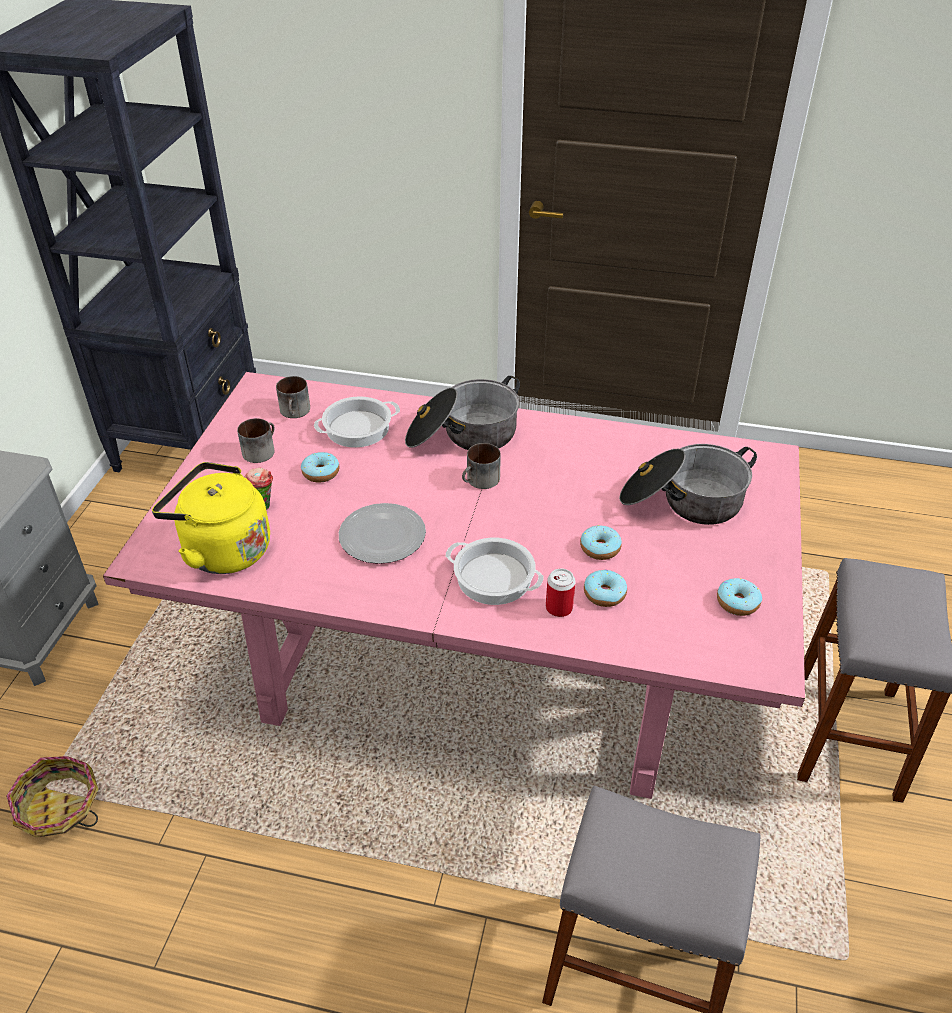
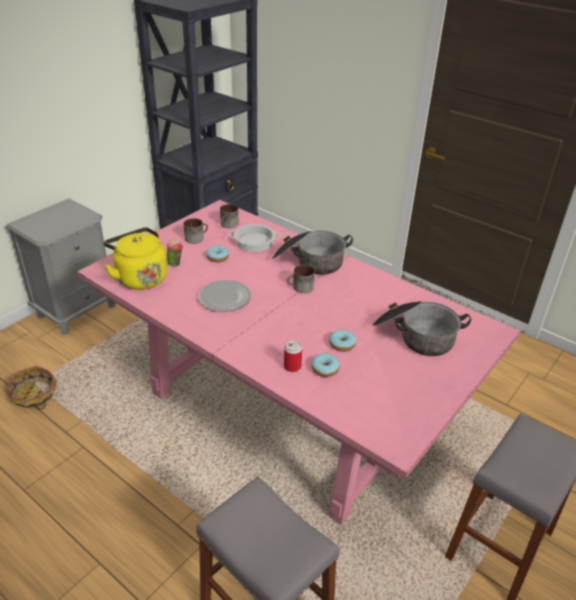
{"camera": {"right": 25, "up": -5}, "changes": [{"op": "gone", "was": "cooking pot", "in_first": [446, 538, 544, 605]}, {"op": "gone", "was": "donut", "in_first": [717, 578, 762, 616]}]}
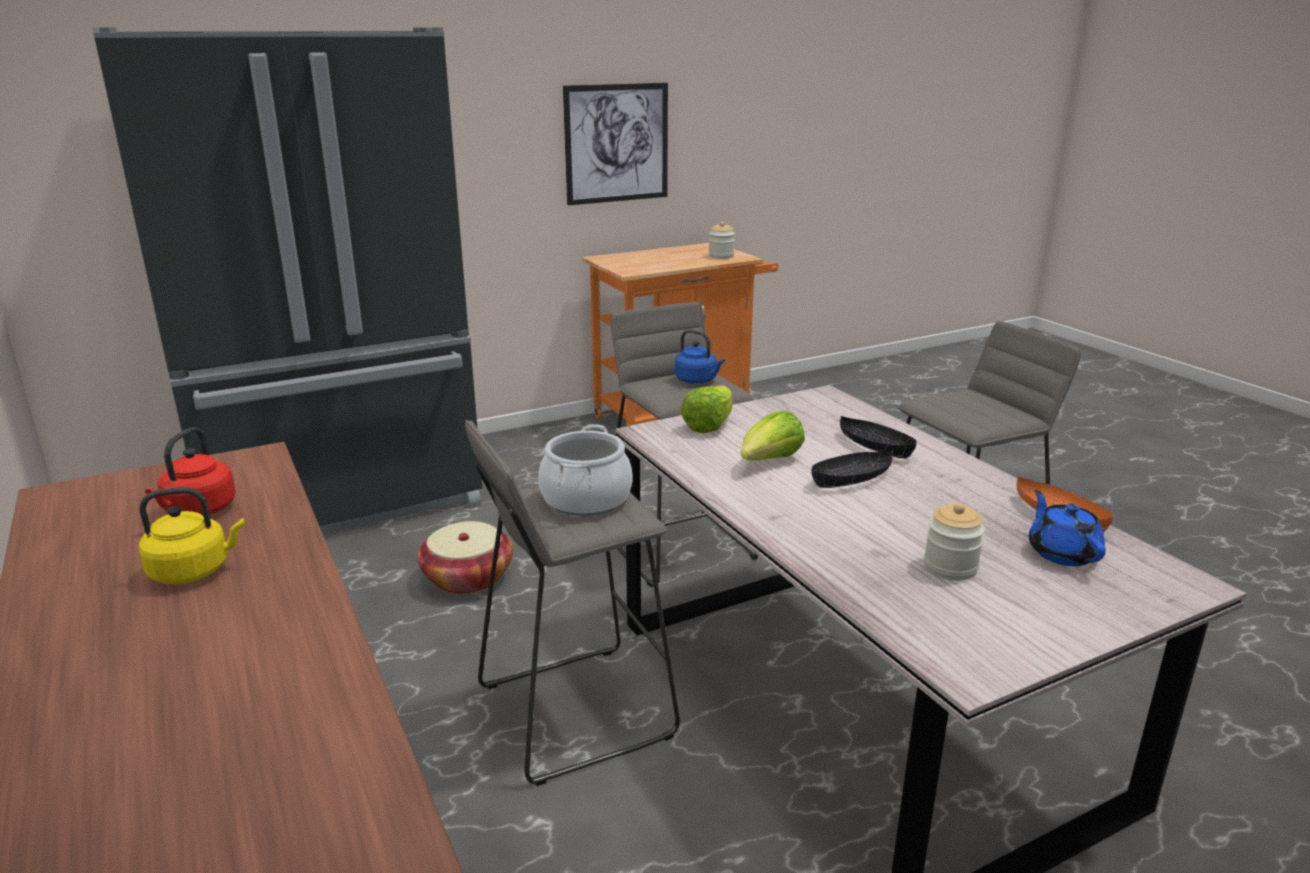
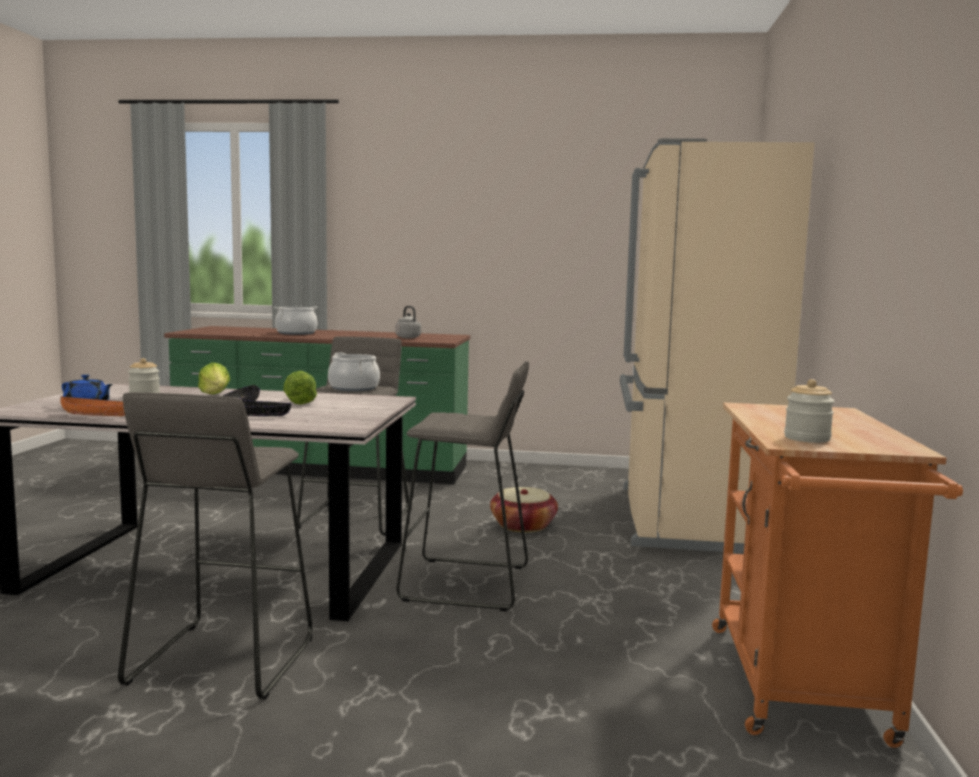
{"camera": {"right": 125, "up": -15}, "changes": [{"op": "repainted", "was": "fridge in black", "now": "fridge in beige", "in_first": [93, 28, 482, 534], "in_second": [620, 138, 815, 553]}, {"op": "gone", "was": "kettle in yellow", "in_first": [139, 487, 245, 584]}, {"op": "repainted", "was": "kettle in red", "now": "kettle in grey", "in_first": [145, 427, 236, 516], "in_second": [395, 306, 421, 338]}, {"op": "gone", "was": "picture", "in_first": [563, 83, 668, 205]}, {"op": "gone", "was": "kettle in blue", "in_first": [675, 329, 725, 384]}, {"op": "shifted", "was": "lettuce", "in_first": [680, 385, 732, 433], "in_second": [198, 362, 230, 394]}, {"op": "new", "now": "cooking pot", "in_second": [274, 306, 318, 335]}]}
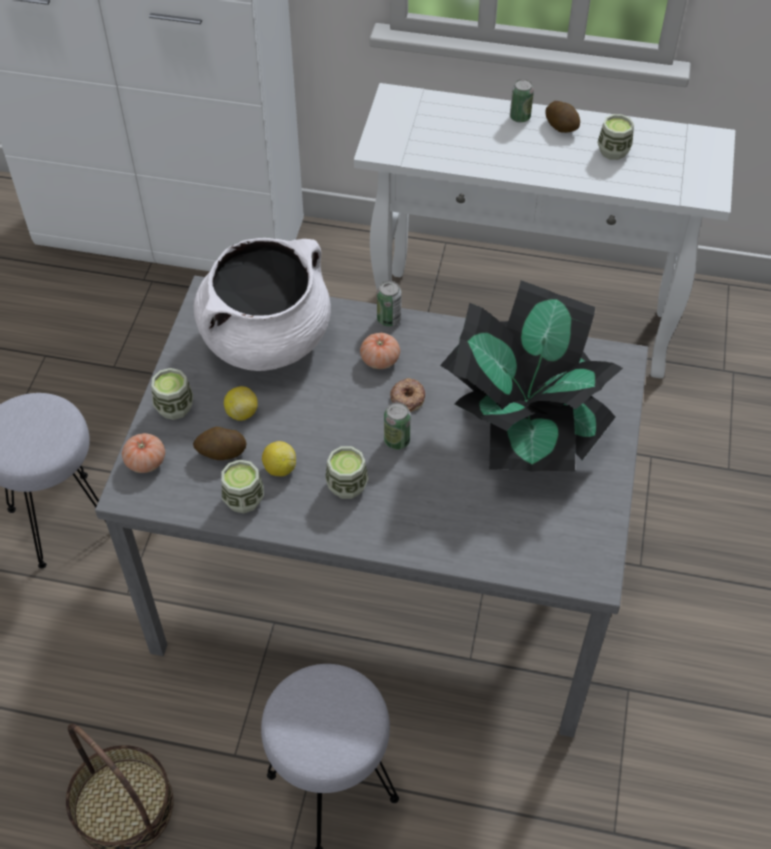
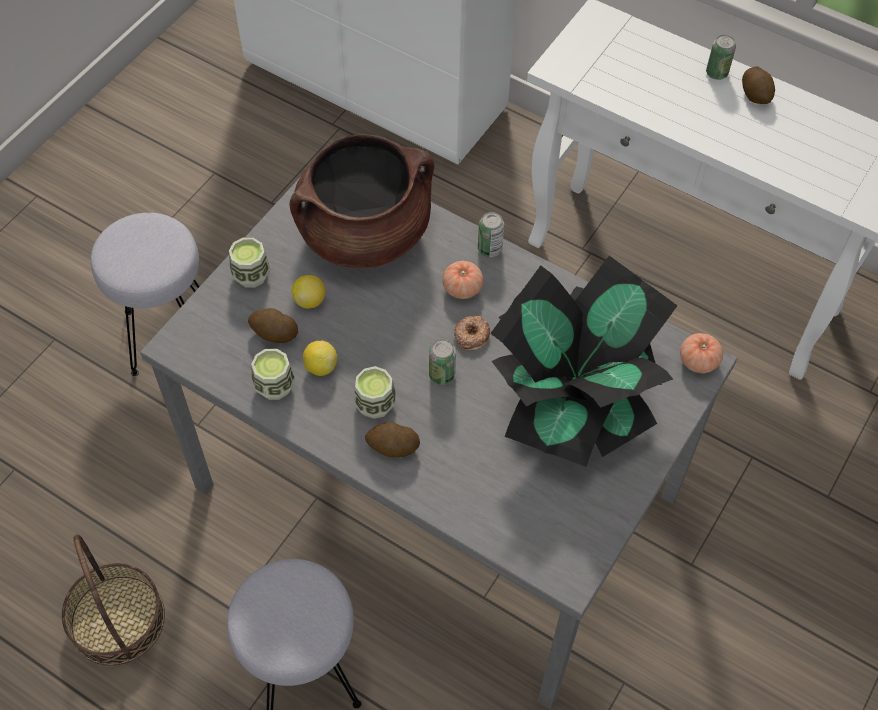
{"camera": {"right": 20, "up": 5}, "changes": [{"op": "shifted", "was": "tomato", "in_first": [122, 433, 165, 473], "in_second": [680, 333, 723, 373]}, {"op": "repainted", "was": "cooking pot in white", "now": "cooking pot in brown", "in_first": [194, 238, 331, 371], "in_second": [289, 134, 434, 268]}, {"op": "gone", "was": "cup", "in_first": [597, 114, 634, 160]}, {"op": "new", "now": "potato", "in_second": [365, 422, 420, 457]}]}
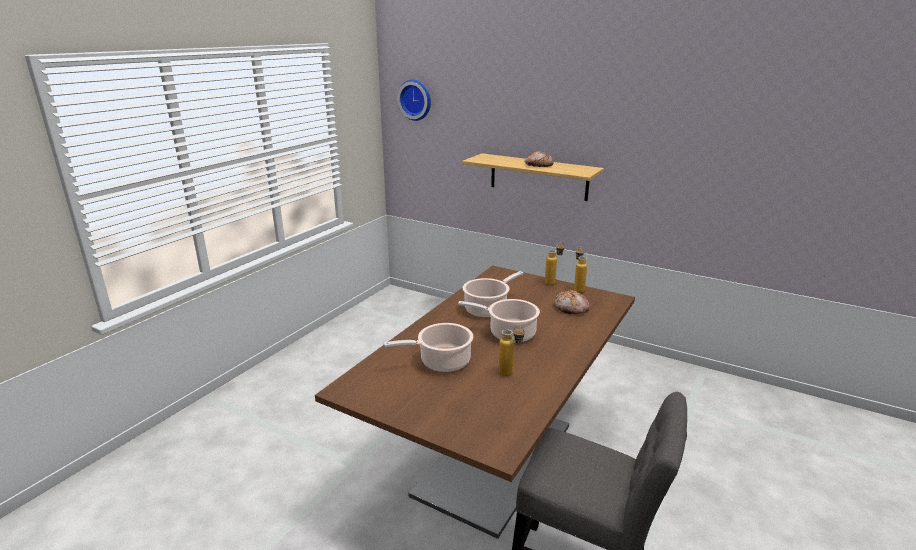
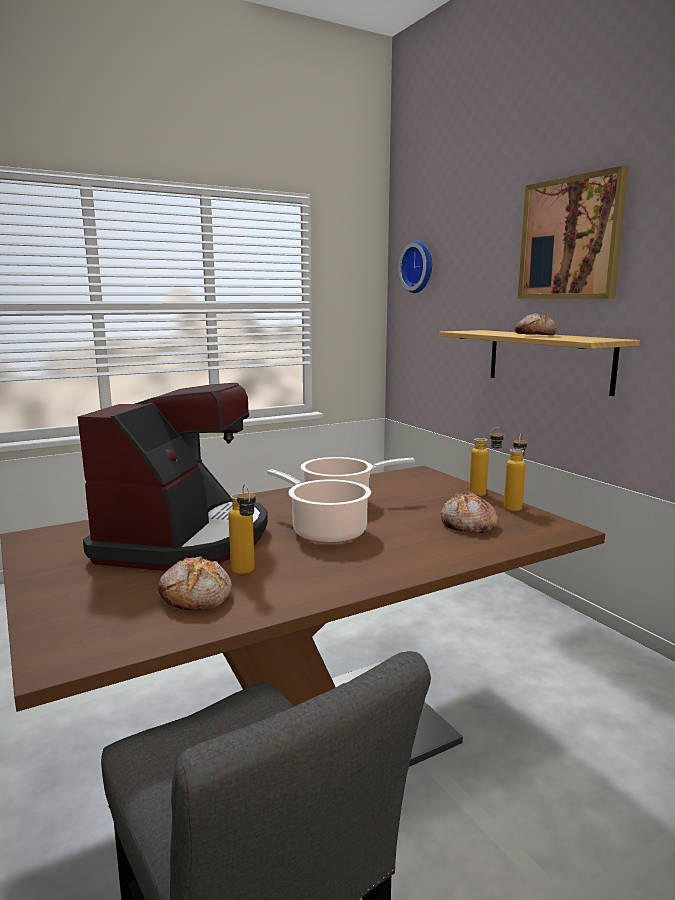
{"camera": {"right": 30, "up": -10}, "changes": [{"op": "swapped", "was": "cooking pot", "now": "coffee machine", "in_first": [384, 323, 473, 372], "in_second": [78, 383, 268, 571]}, {"op": "new", "now": "bread", "in_second": [158, 557, 232, 611]}, {"op": "new", "now": "picture", "in_second": [518, 166, 629, 299]}]}
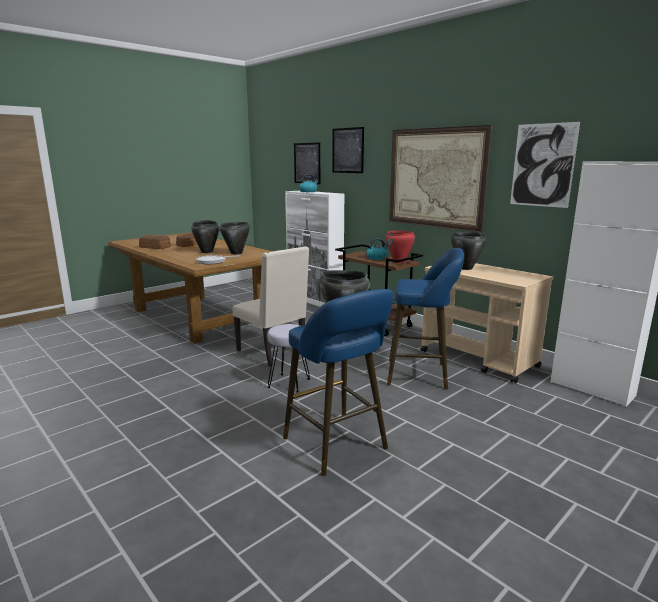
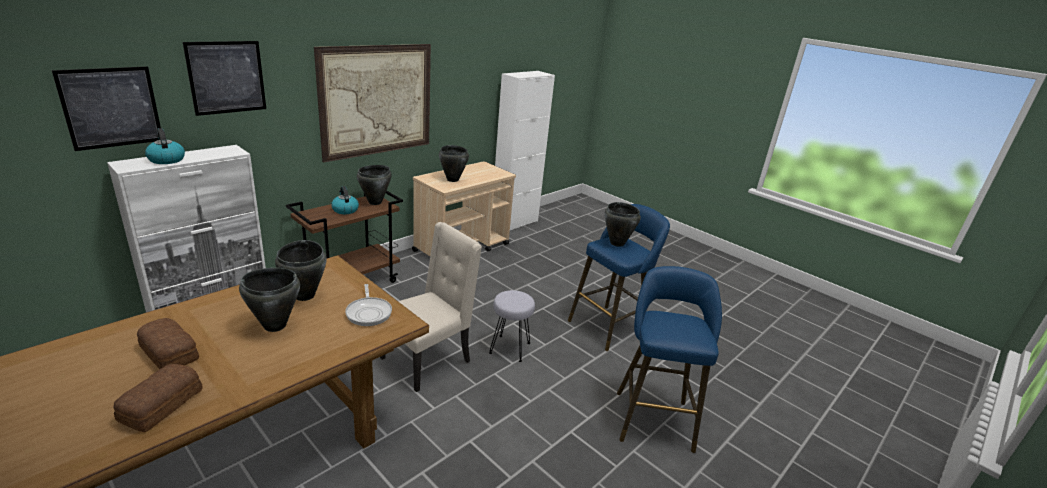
{"camera": {"right": -95, "up": 10}, "changes": [{"op": "repainted", "was": "cooking pot in red", "now": "cooking pot in black", "in_first": [386, 230, 415, 263], "in_second": [357, 165, 392, 205]}, {"op": "shifted", "was": "stool in blue", "in_first": [387, 248, 464, 390], "in_second": [617, 266, 722, 453]}, {"op": "gone", "was": "picture", "in_first": [510, 122, 580, 208]}]}
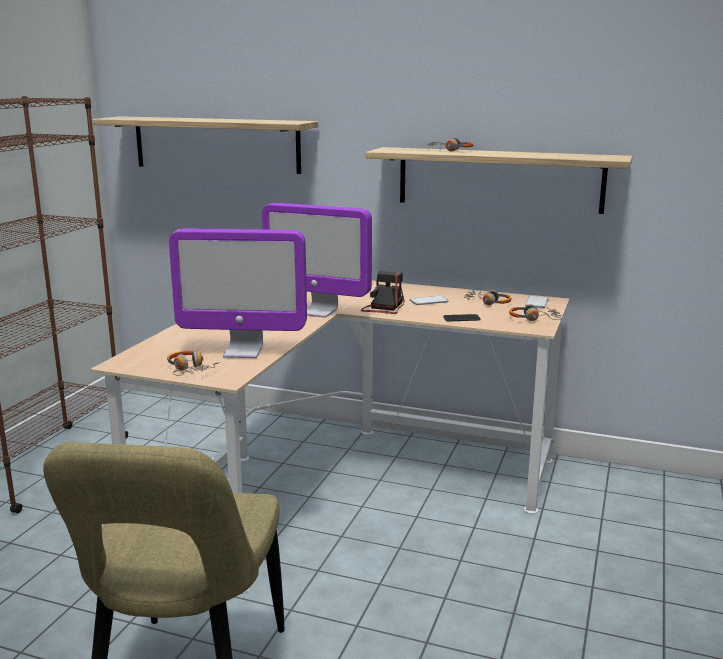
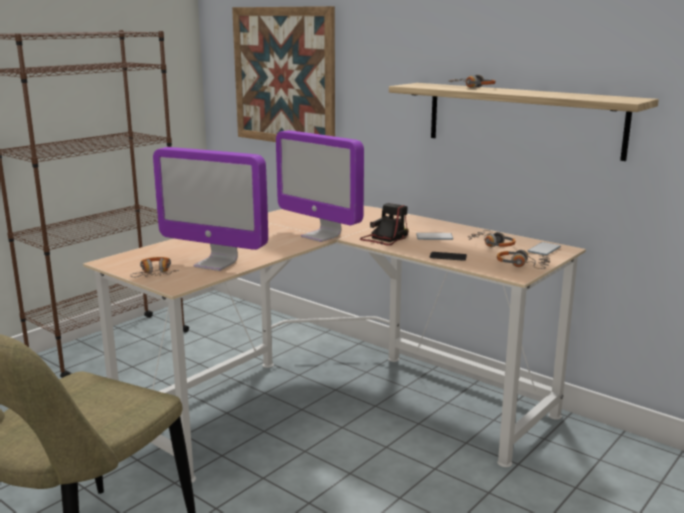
{"camera": {"right": 20, "up": 0}, "changes": [{"op": "swapped", "was": "shelf", "now": "picture", "in_first": [93, 116, 318, 174], "in_second": [232, 6, 335, 142]}]}
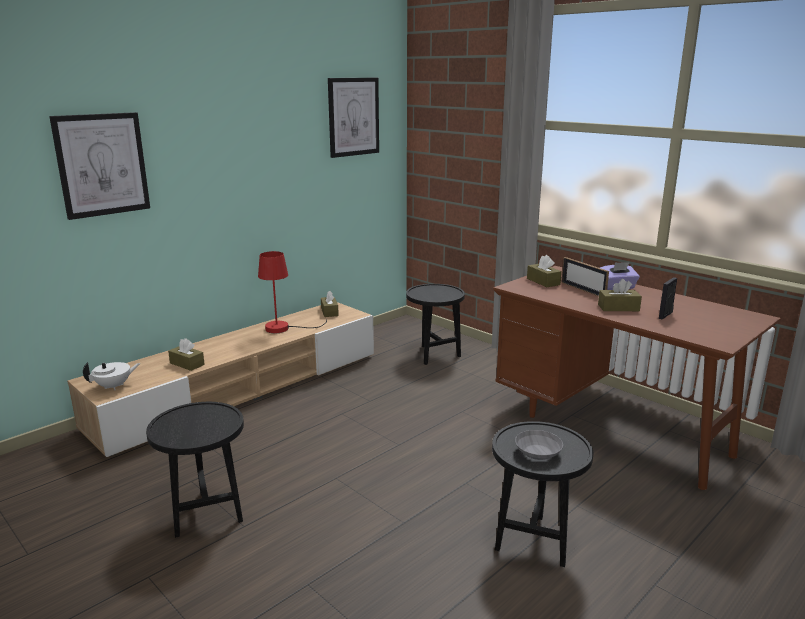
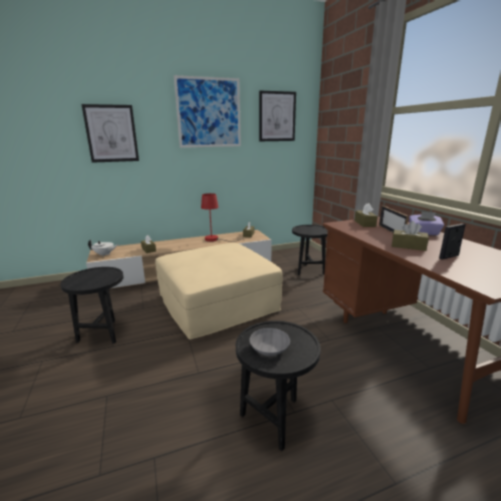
{"camera": {"right": 25, "up": 0}, "changes": [{"op": "new", "now": "ottoman in beige", "in_second": [155, 243, 283, 340]}, {"op": "new", "now": "picture", "in_second": [174, 75, 241, 148]}]}
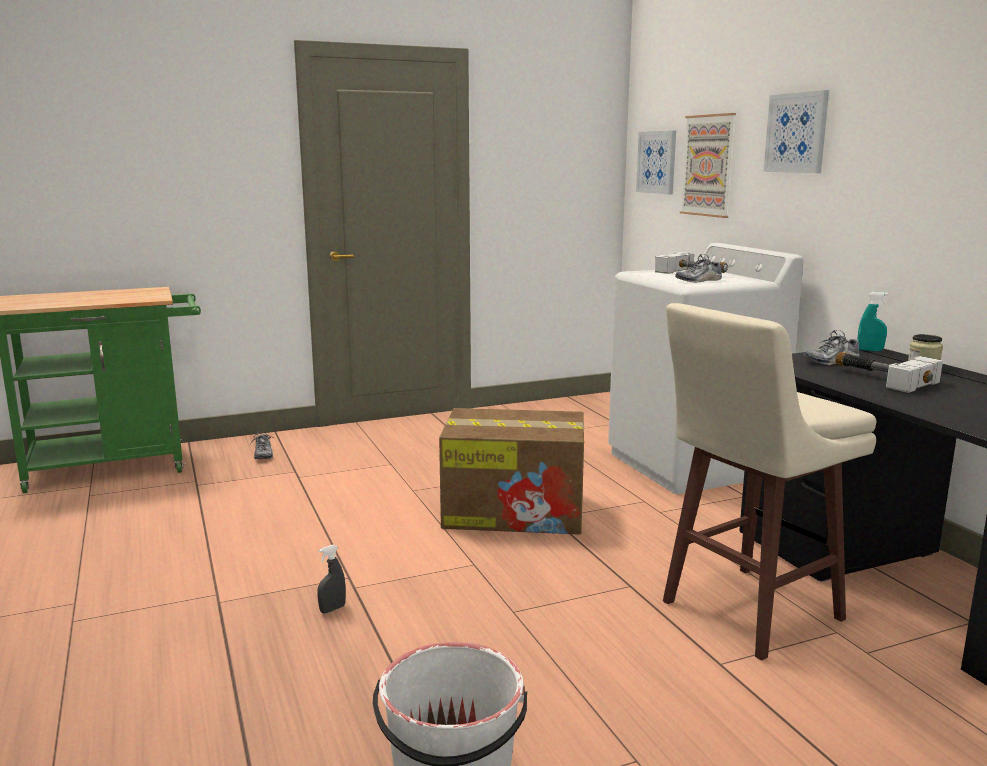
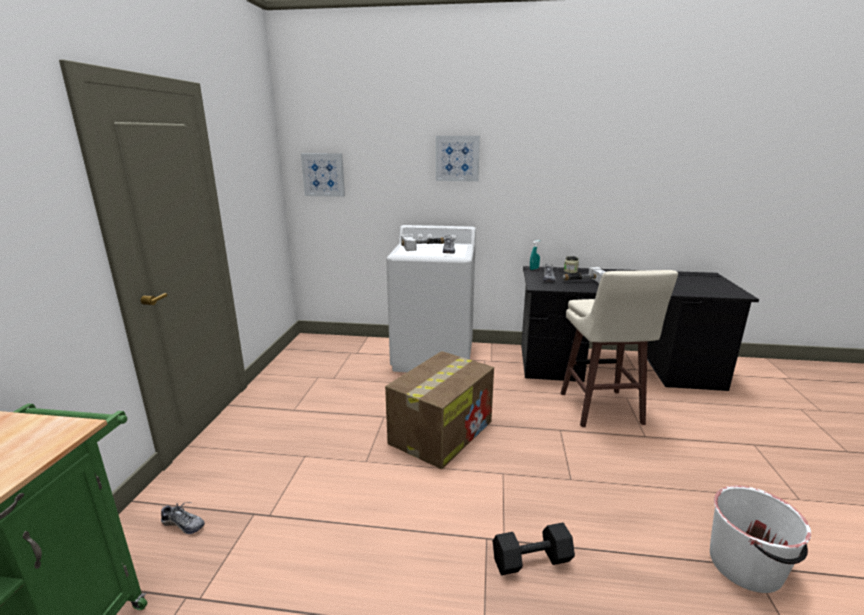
{"camera": {"right": -60, "up": 5}, "changes": [{"op": "swapped", "was": "spray bottle in grey", "now": "dumbbell in black", "in_first": [317, 545, 346, 614], "in_second": [493, 523, 575, 575]}, {"op": "gone", "was": "picture", "in_first": [680, 113, 736, 218]}]}
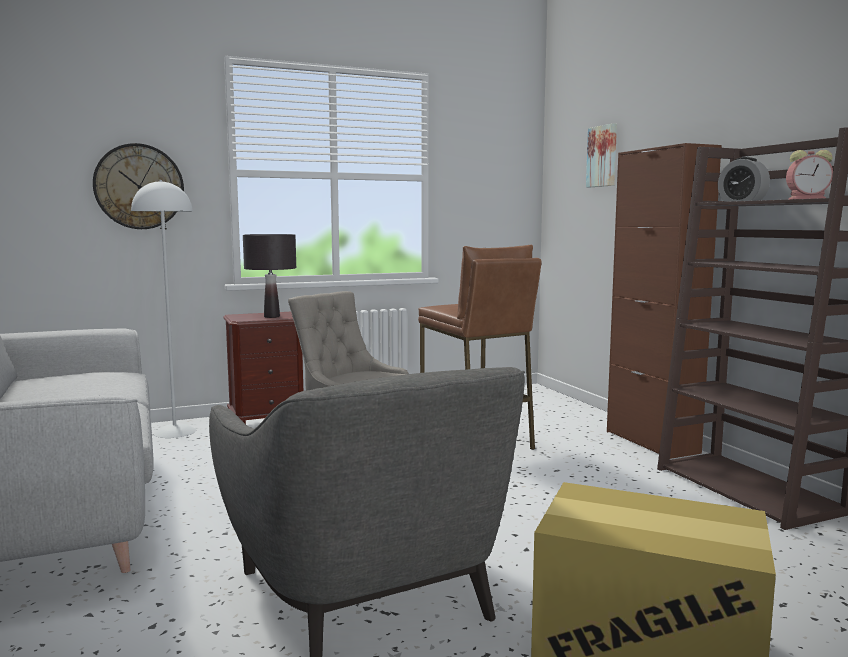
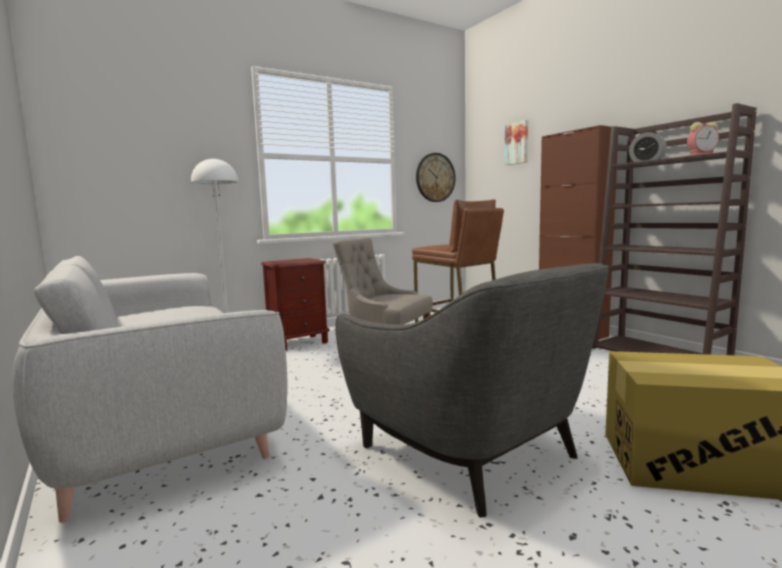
{"camera": {"right": -10, "up": 0}, "changes": [{"op": "shifted", "was": "wall clock", "in_first": [93, 143, 184, 229], "in_second": [416, 153, 456, 202]}, {"op": "gone", "was": "table lamp in black", "in_first": [243, 234, 296, 318]}]}
